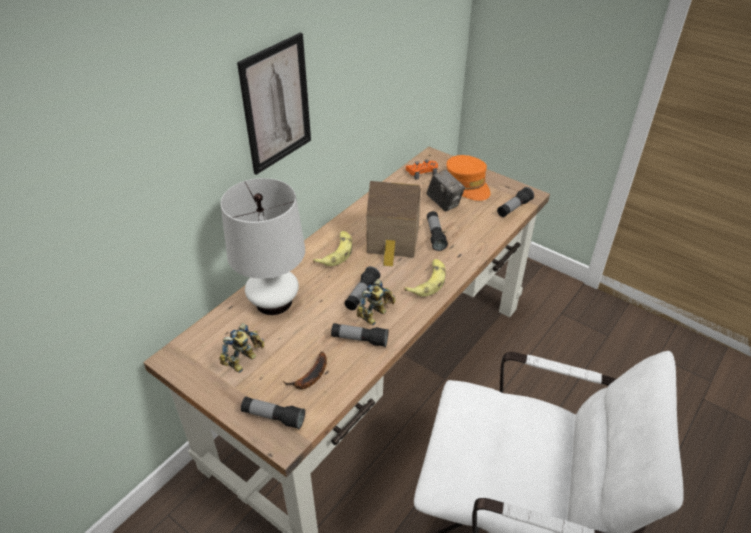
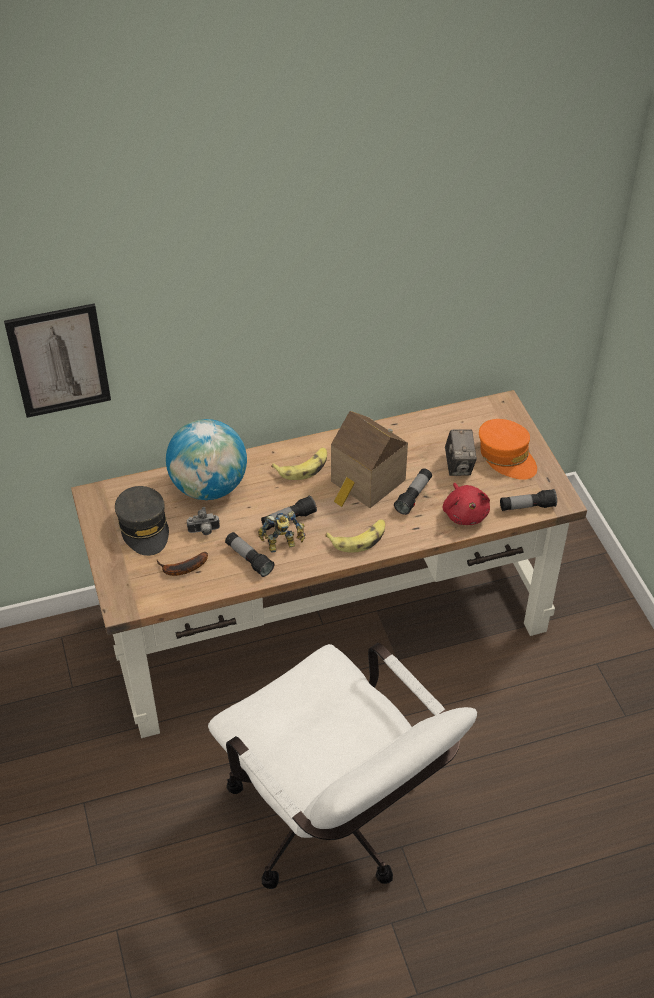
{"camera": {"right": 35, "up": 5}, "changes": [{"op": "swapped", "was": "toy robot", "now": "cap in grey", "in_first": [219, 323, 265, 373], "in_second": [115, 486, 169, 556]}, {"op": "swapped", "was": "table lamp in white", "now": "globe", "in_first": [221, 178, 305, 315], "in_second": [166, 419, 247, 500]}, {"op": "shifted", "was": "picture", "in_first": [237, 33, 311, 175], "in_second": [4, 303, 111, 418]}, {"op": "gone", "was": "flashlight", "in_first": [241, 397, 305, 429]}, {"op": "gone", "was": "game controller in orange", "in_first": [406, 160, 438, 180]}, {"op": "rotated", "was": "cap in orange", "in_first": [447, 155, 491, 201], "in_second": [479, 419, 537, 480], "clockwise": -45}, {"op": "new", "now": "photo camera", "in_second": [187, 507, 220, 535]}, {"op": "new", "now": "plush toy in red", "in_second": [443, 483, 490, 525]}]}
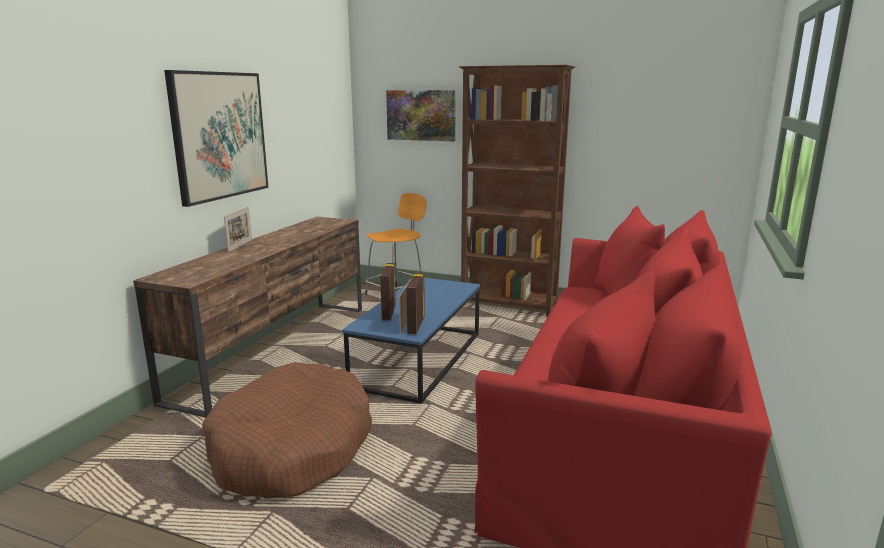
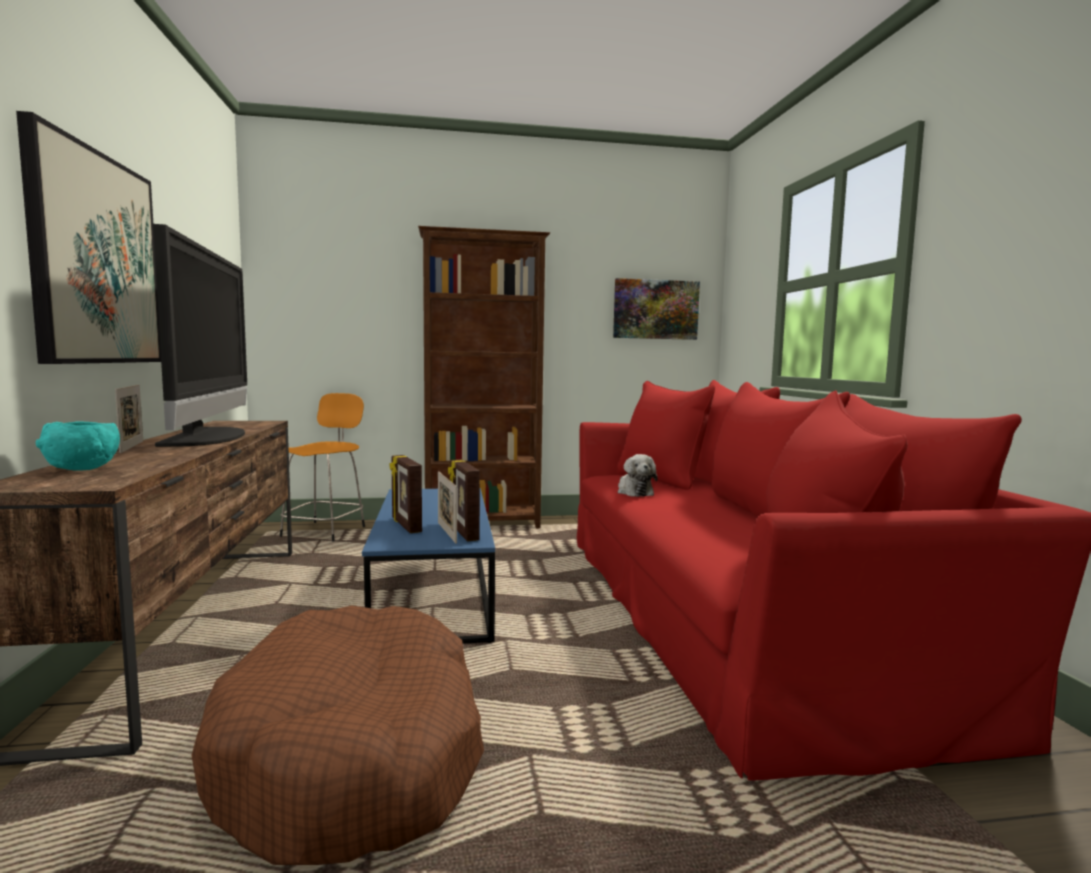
{"camera": {"right": -30, "up": -10}, "changes": [{"op": "shifted", "was": "picture", "in_first": [386, 90, 456, 141], "in_second": [613, 278, 700, 340]}, {"op": "new", "now": "bowl in turquoise", "in_second": [36, 422, 120, 471]}, {"op": "new", "now": "television", "in_second": [153, 224, 247, 447]}, {"op": "new", "now": "plush toy", "in_second": [618, 454, 658, 497]}]}
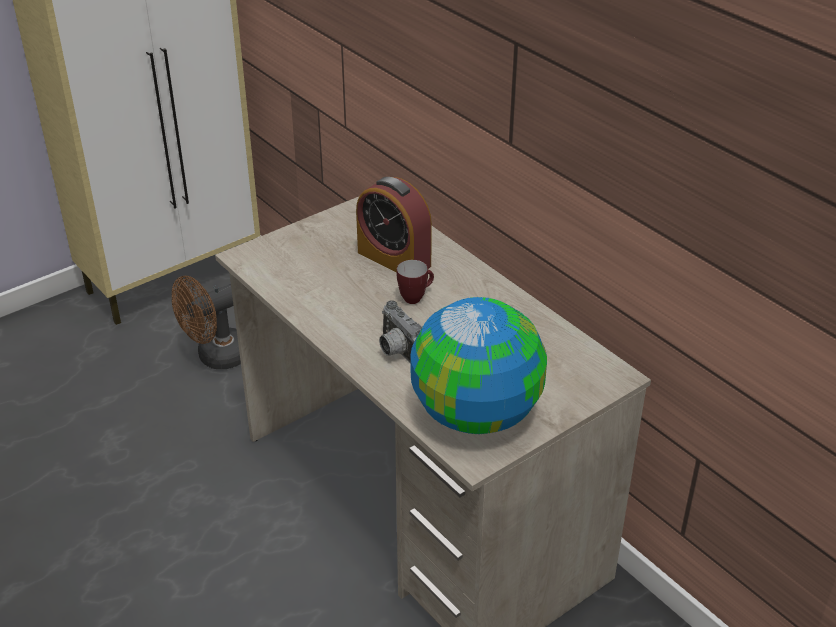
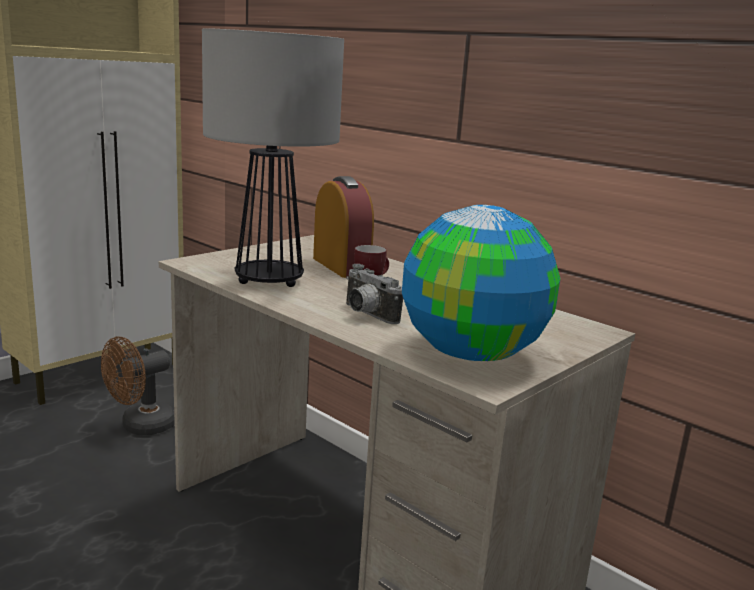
{"camera": {"right": -10, "up": -20}, "changes": [{"op": "rotated", "was": "alarm clock", "in_first": [356, 177, 432, 273], "in_second": [313, 176, 374, 278], "clockwise": -150}, {"op": "new", "now": "table lamp", "in_second": [202, 28, 344, 287]}]}
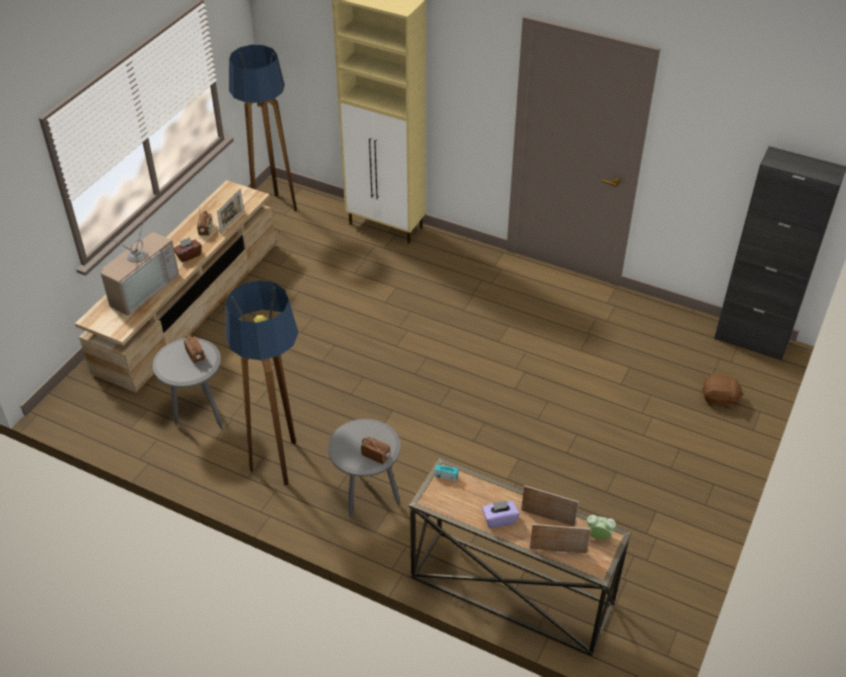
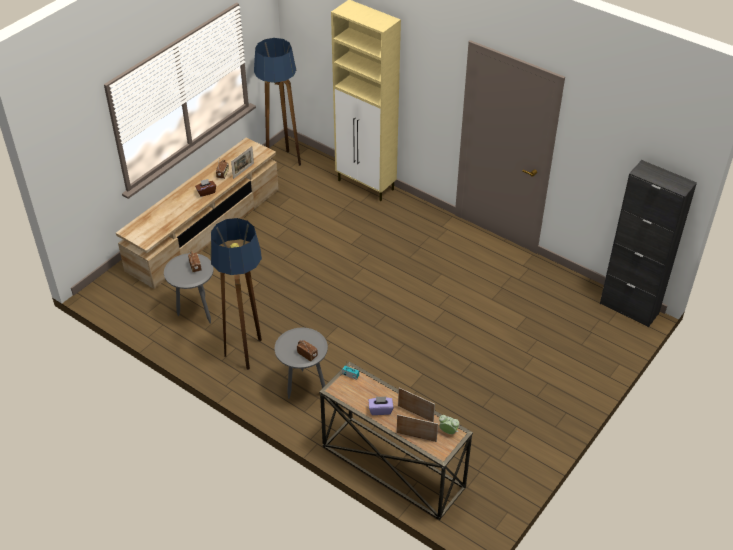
{"camera": {"right": 10, "up": 0}, "changes": [{"op": "gone", "was": "television", "in_first": [100, 215, 179, 316]}, {"op": "gone", "was": "plush toy in brown", "in_first": [702, 374, 744, 409]}]}
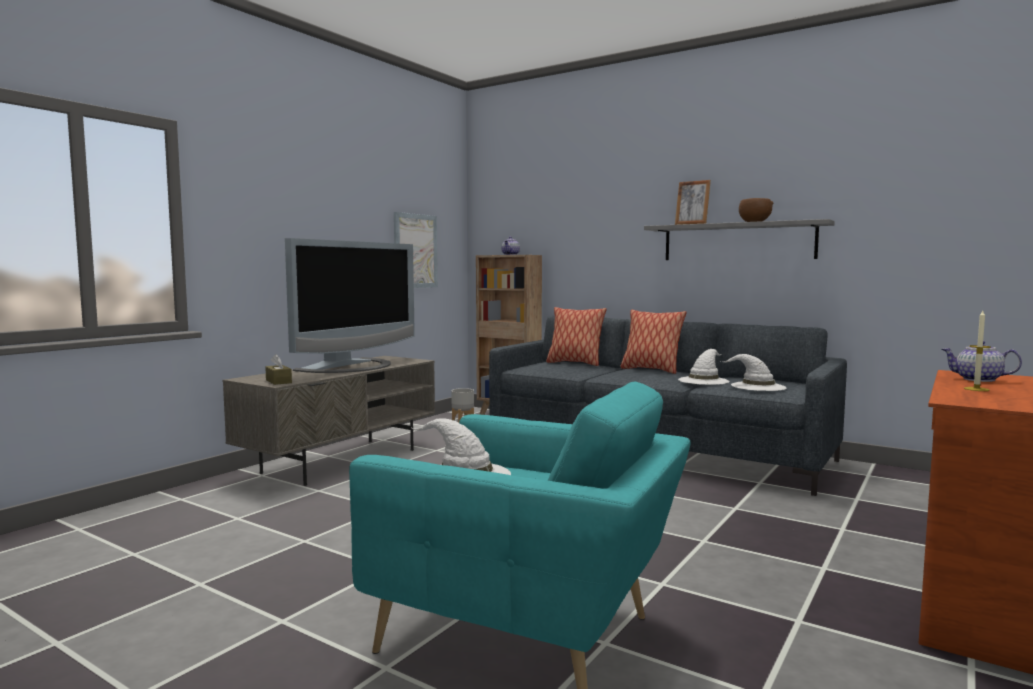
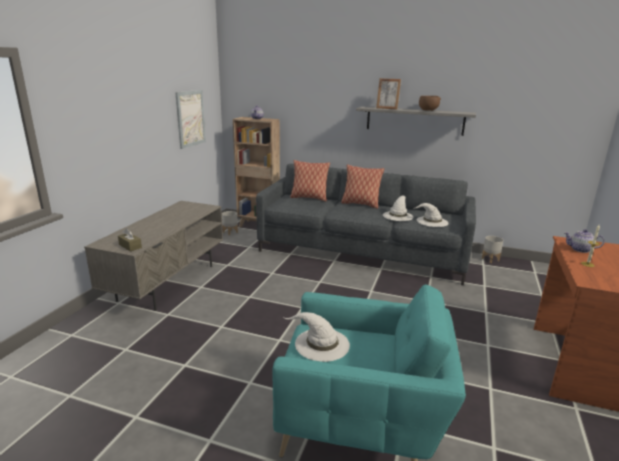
{"camera": {"right": -15, "up": 15}, "changes": [{"op": "gone", "was": "television", "in_first": [285, 238, 415, 373]}, {"op": "new", "now": "planter in grey", "in_second": [482, 236, 503, 263]}]}
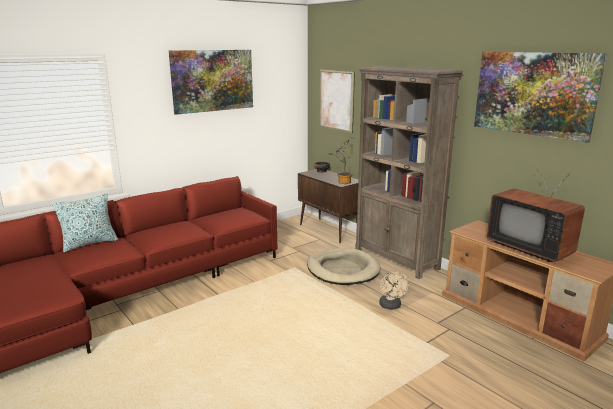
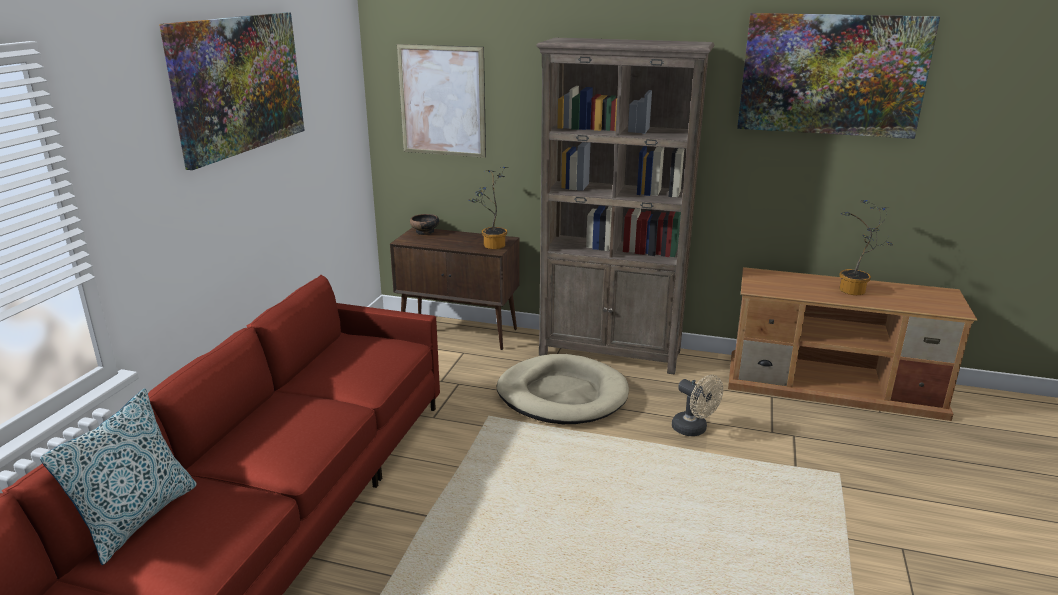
{"camera": {"right": -35, "up": 5}, "changes": [{"op": "swapped", "was": "television", "now": "potted plant", "in_first": [487, 169, 585, 262], "in_second": [839, 200, 893, 295]}]}
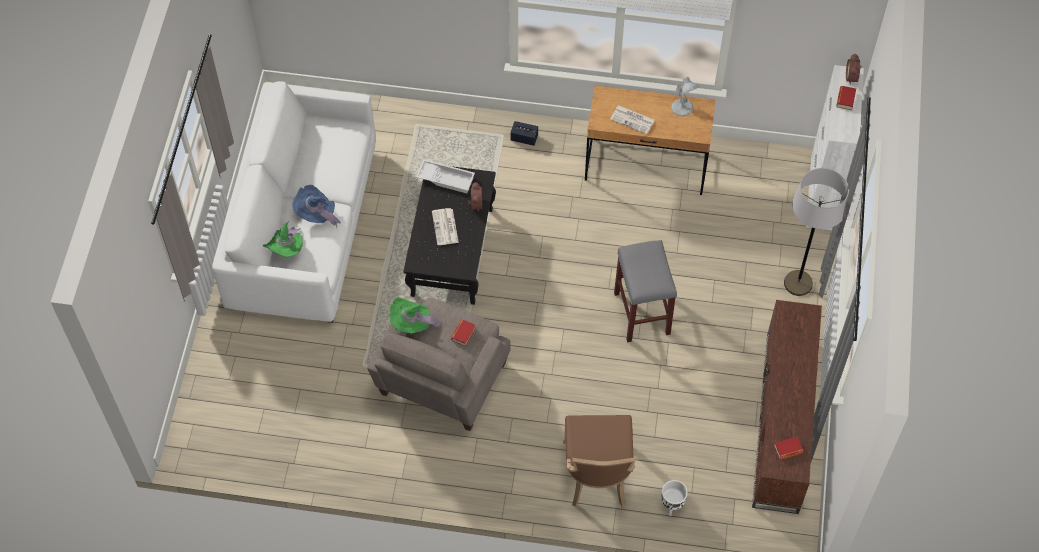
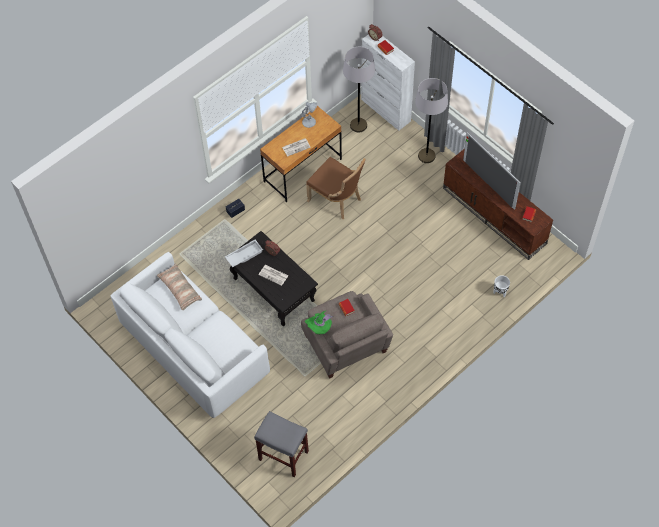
{"camera": {"right": -50, "up": 0}, "changes": [{"op": "gone", "was": "hat in green", "in_first": [263, 221, 303, 257]}, {"op": "gone", "was": "hat in blue", "in_first": [292, 185, 341, 227]}, {"op": "shifted", "was": "chair in brown", "in_first": [563, 415, 635, 507], "in_second": [306, 157, 366, 219]}, {"op": "shifted", "was": "stool in grey", "in_first": [614, 240, 677, 342], "in_second": [254, 411, 309, 477]}, {"op": "new", "now": "pillow", "in_second": [157, 263, 202, 310]}, {"op": "new", "now": "floor lamp in grey", "in_second": [343, 47, 375, 132]}, {"op": "new", "now": "television", "in_second": [463, 132, 521, 210]}]}
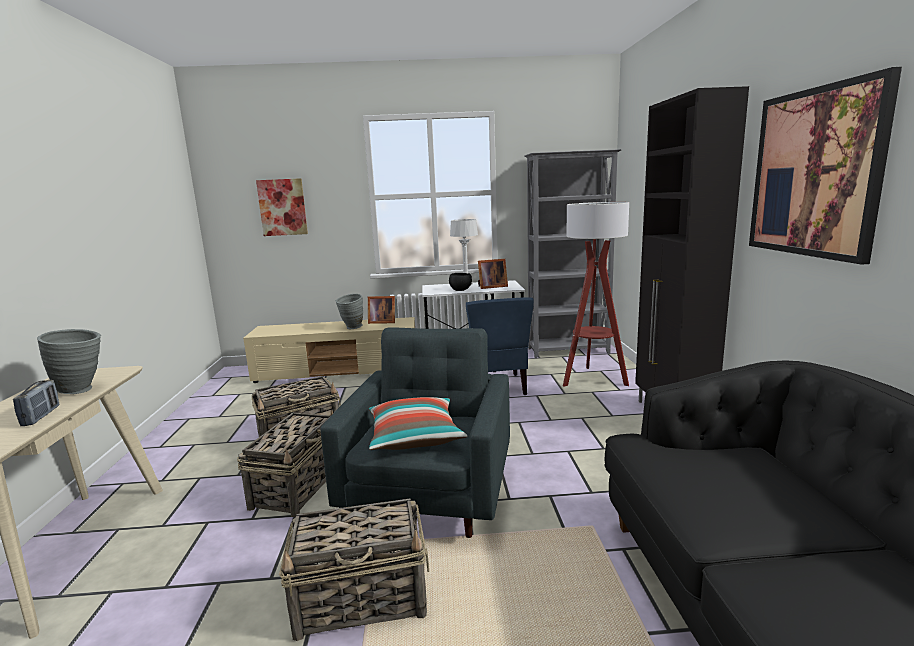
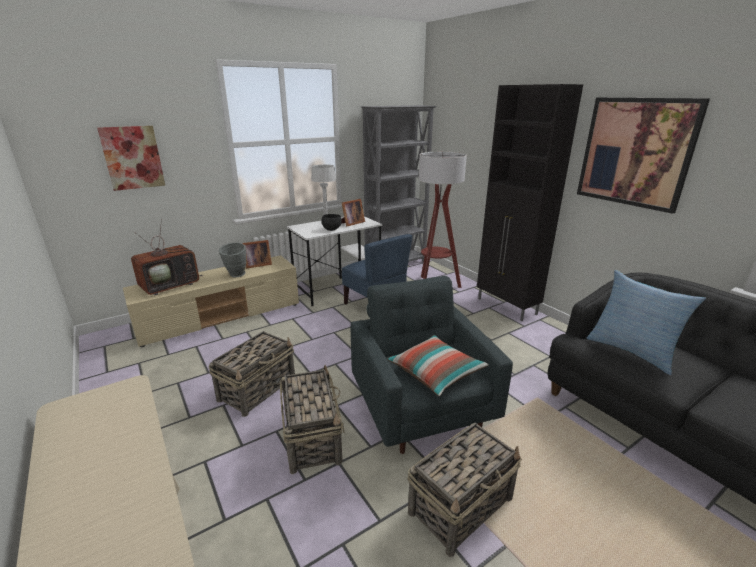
{"camera": {"right": -30, "up": 10}, "changes": [{"op": "gone", "was": "radio", "in_first": [13, 380, 60, 426]}, {"op": "gone", "was": "vase in grey", "in_first": [37, 329, 101, 394]}, {"op": "new", "now": "television", "in_second": [131, 219, 203, 295]}, {"op": "new", "now": "pillow", "in_second": [587, 270, 706, 375]}]}
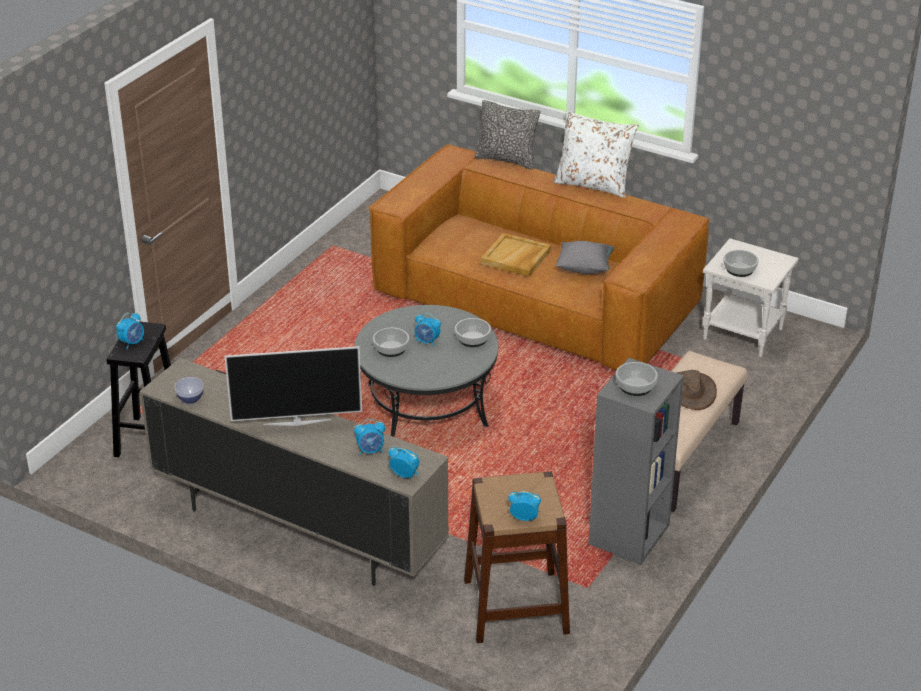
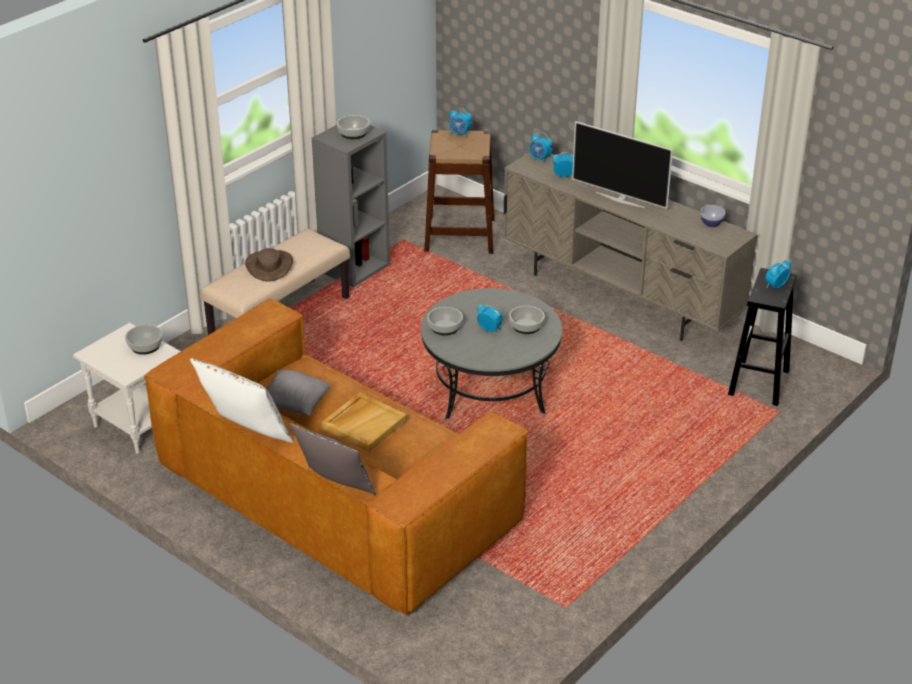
{"camera": {"right": -170, "up": 0}, "changes": [{"op": "rotated", "was": "television", "in_first": [225, 346, 362, 426], "in_second": [572, 121, 673, 209], "clockwise": -150}]}
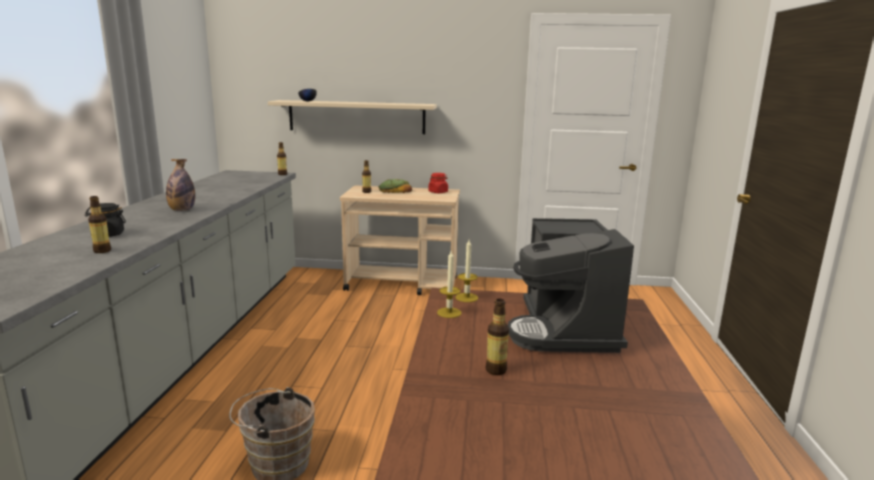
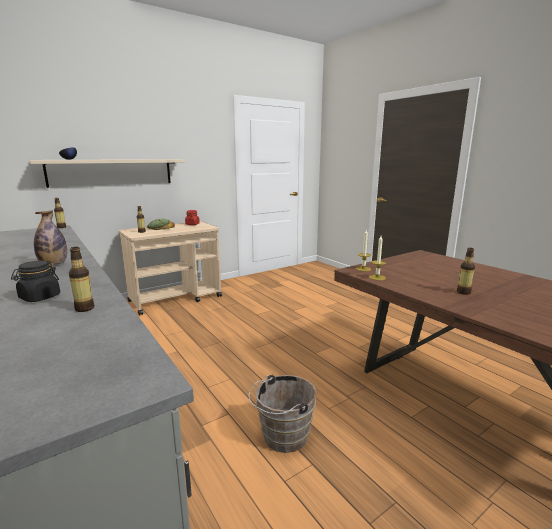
{"camera": {"right": -40, "up": 0}, "changes": [{"op": "gone", "was": "coffee machine", "in_first": [508, 218, 634, 353]}]}
